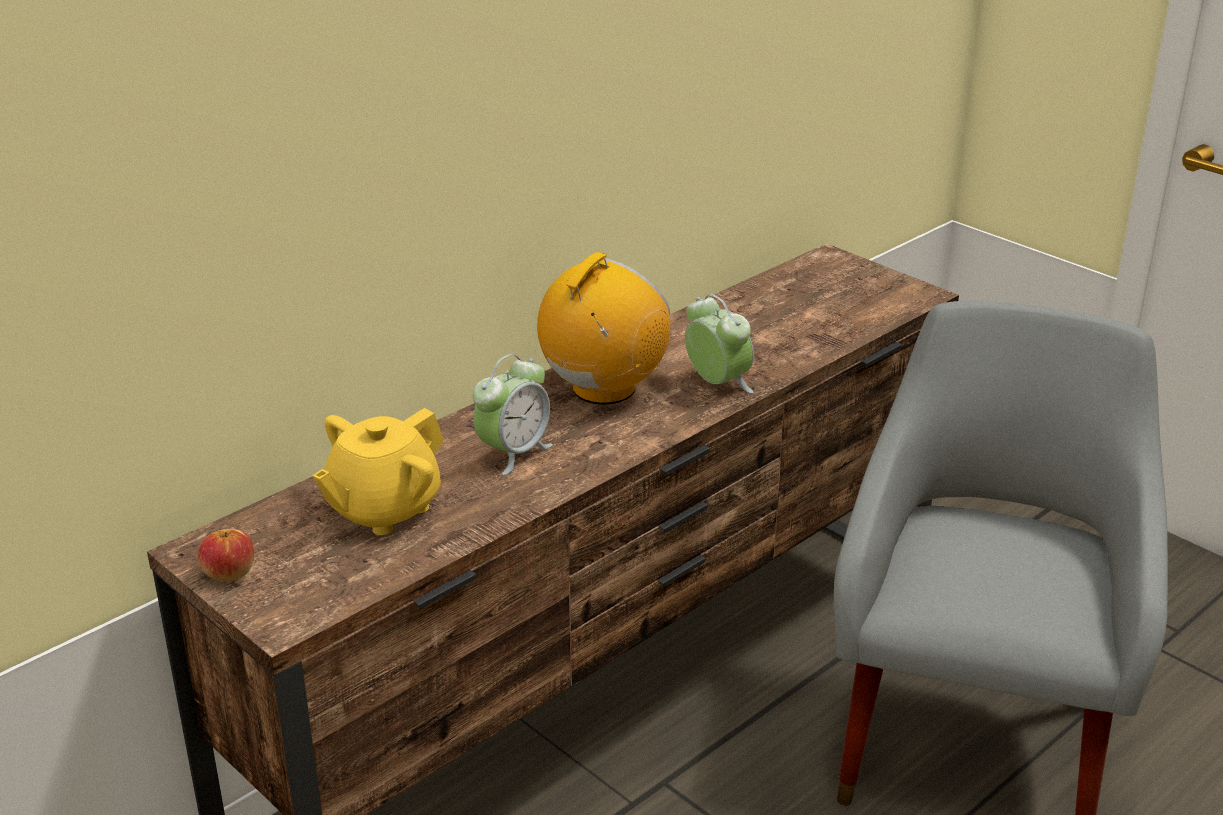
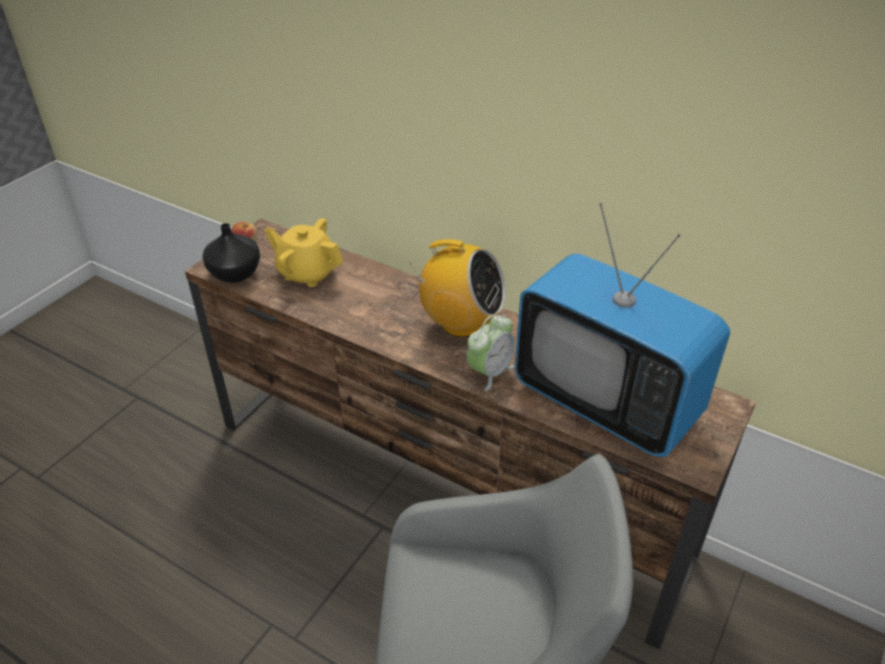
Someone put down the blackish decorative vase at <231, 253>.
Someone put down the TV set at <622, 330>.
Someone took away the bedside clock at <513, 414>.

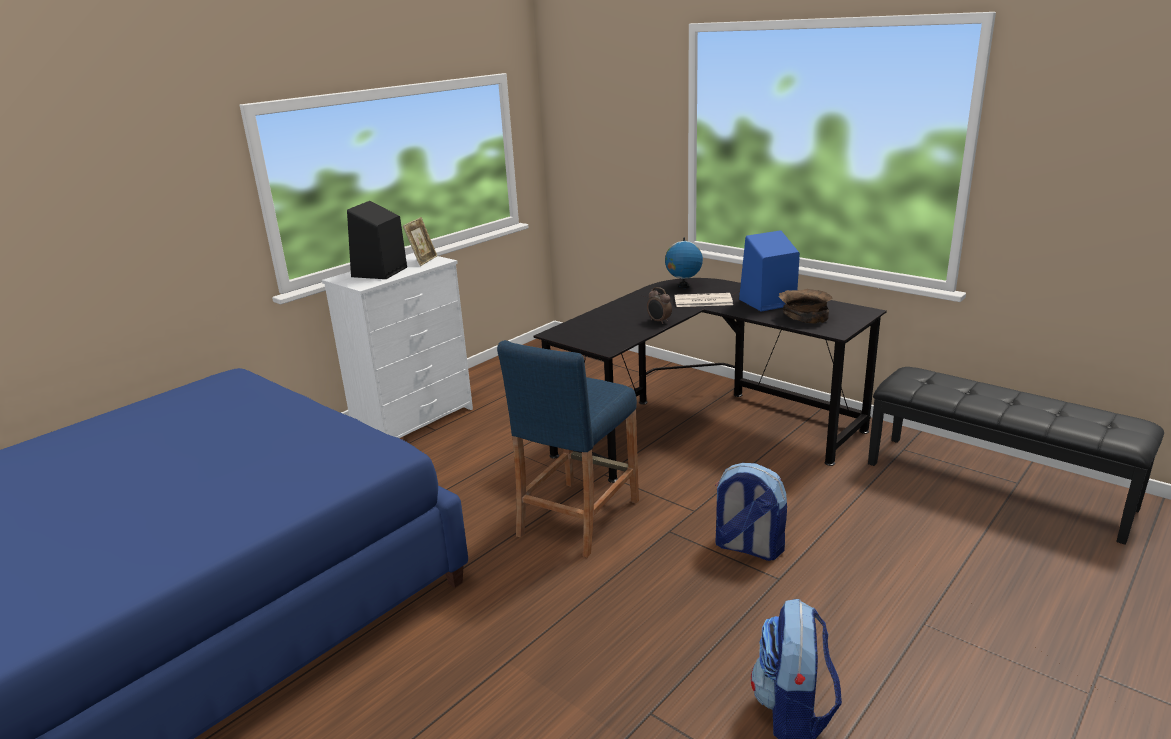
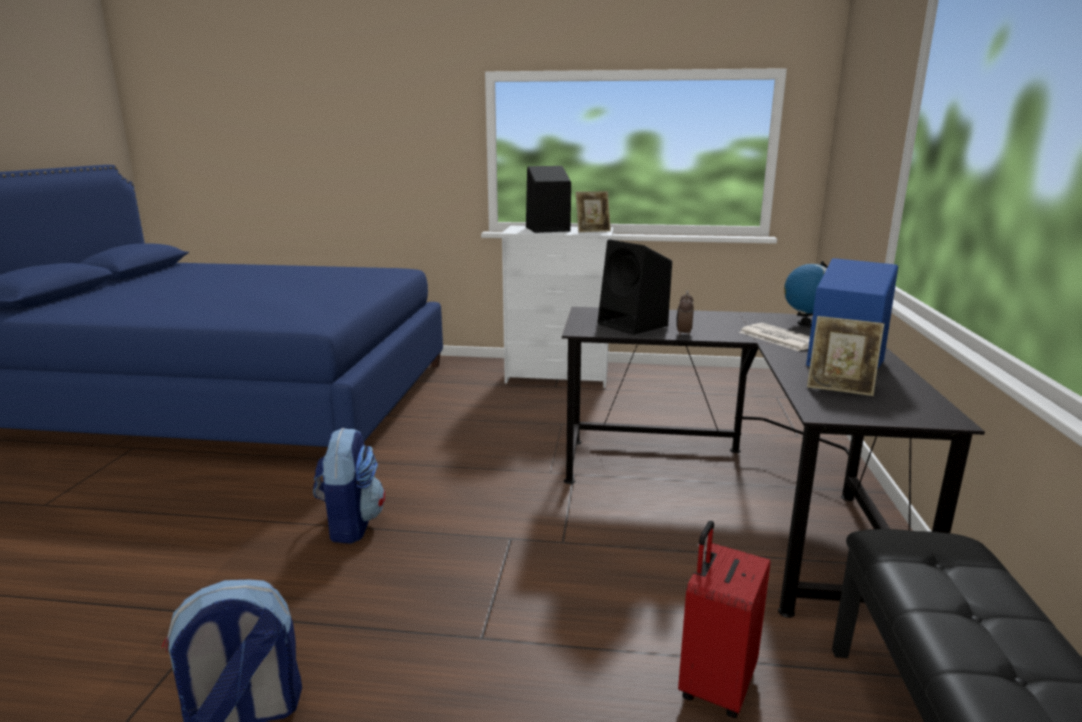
Someone carried the backpack from <751, 512> to <349, 486>.
Someone put down the blackish loudspeaker at <634, 287>.
Someone put down the reddish suitcase at <724, 619>.
Someone swapped the brown-coloured deep dish at <805, 306> for the photo frame at <845, 356>.
Someone took away the blue-coloured stool seat at <568, 449>.

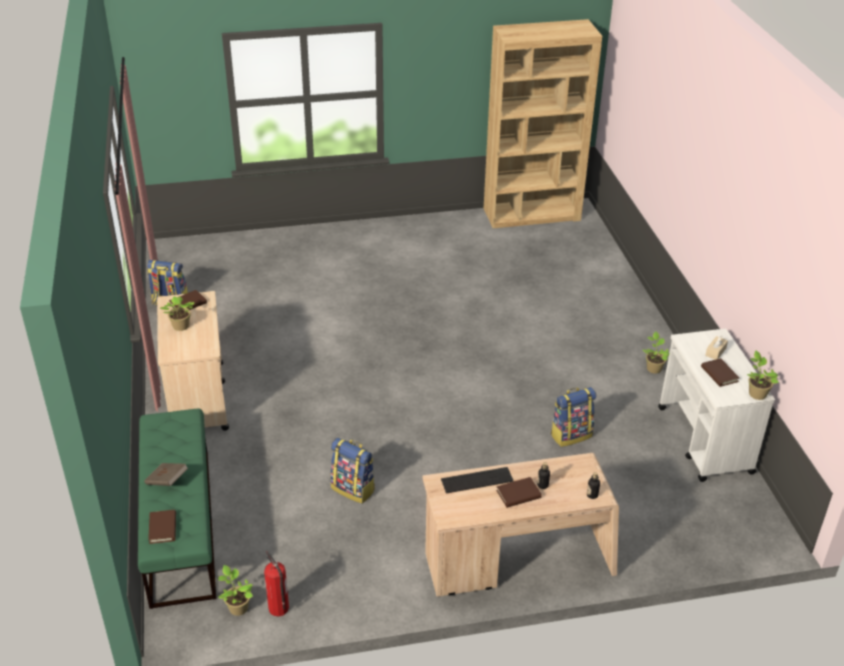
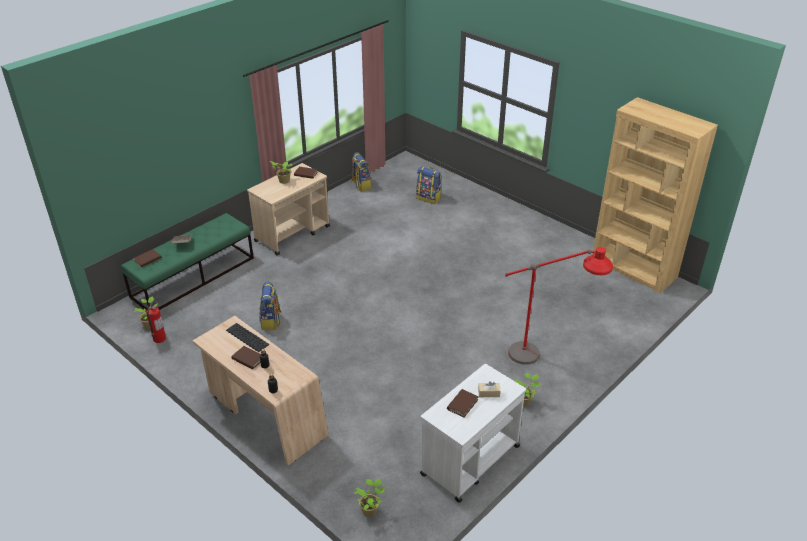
Someone carried the houseplant from <763, 375> to <369, 498>.
Someone carried the backpack from <573, 417> to <428, 185>.
Someone put down the reddish standard lamp at <559, 306>.

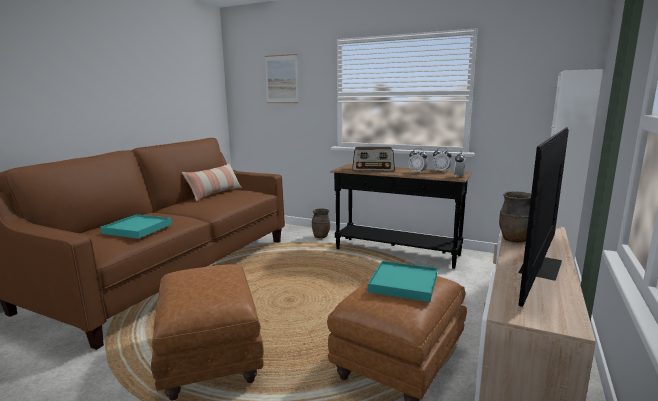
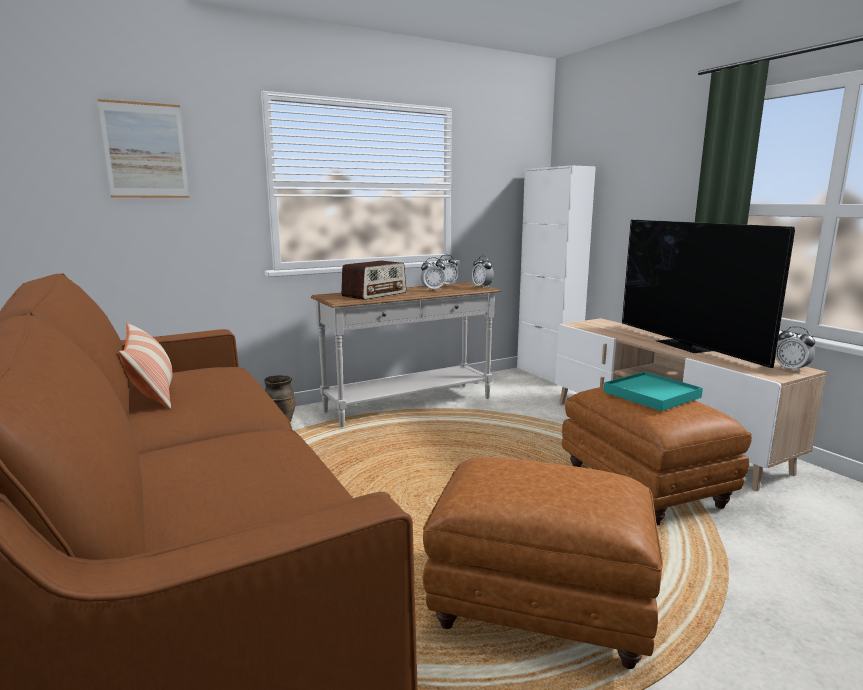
Someone repainted the blackish console table at <401, 216>, which became the white console table at <406, 354>.
Someone put down the bedside clock at <795, 349>.
Someone took away the blue-green carrying tray at <136, 226>.
Someone took away the brown-coloured decorative vase at <515, 216>.

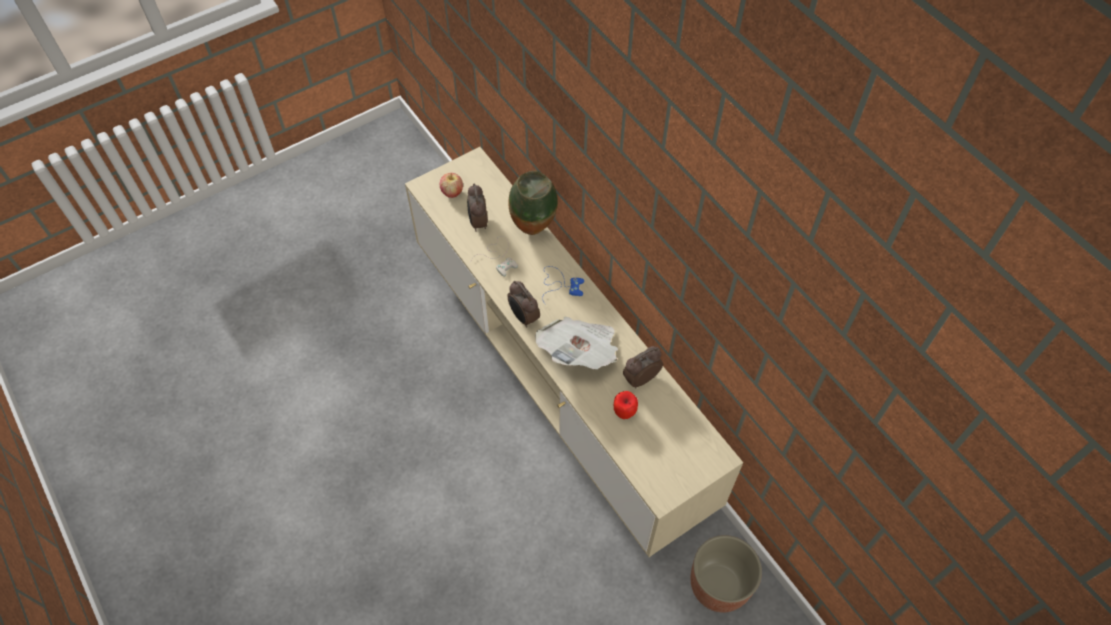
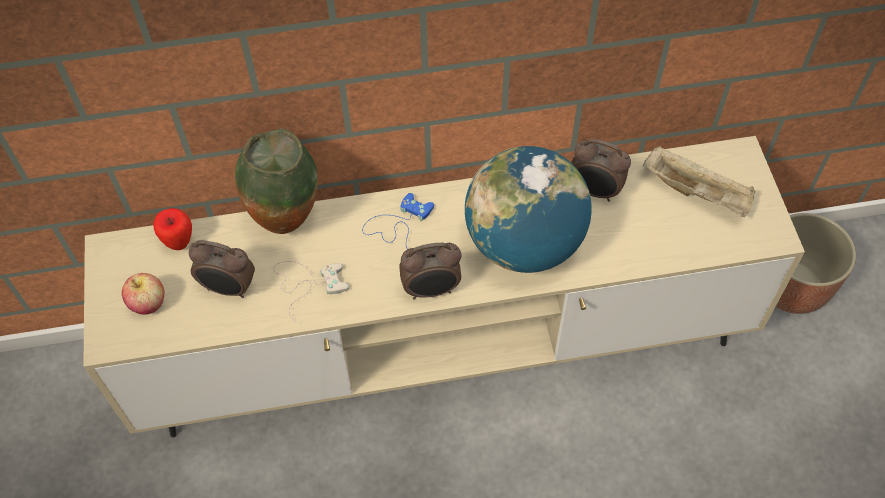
Someone carried the apple fruit from <626, 405> to <172, 229>.
Someone swapped the newspaper at <576, 342> for the world globe at <528, 209>.
Someone rotated the bedside clock at <643, 367> by 60 degrees counterclockwise.
Someone put down the beige-coloured carrying tray at <699, 181>.

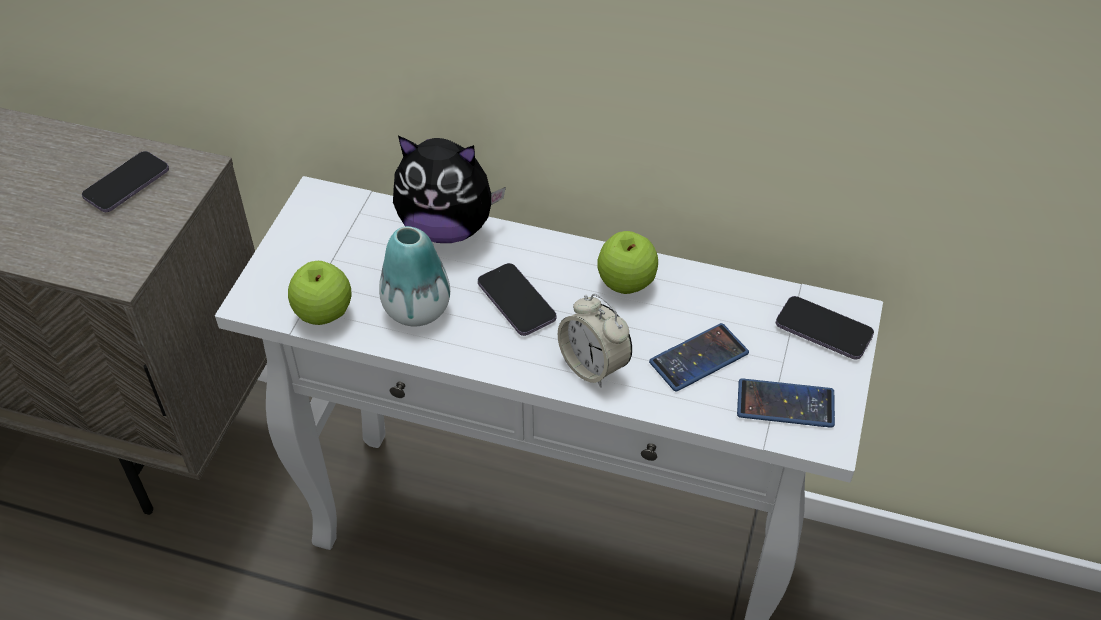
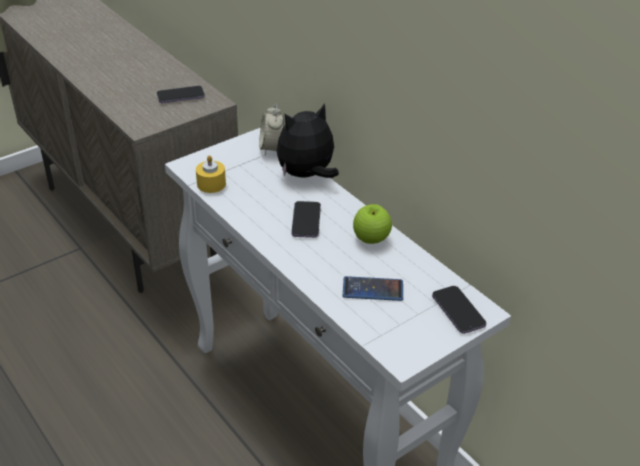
Someone swapped the apple fruit at <319, 293> for the yellowish wax candle at <211, 174>.
Someone carried the bedside clock from <595, 340> to <271, 130>.
Someone rotated the soft toy at <449, 189> by 105 degrees clockwise.
Someone took away the decorative vase at <414, 276>.
Someone took away the handset at <786, 403>.

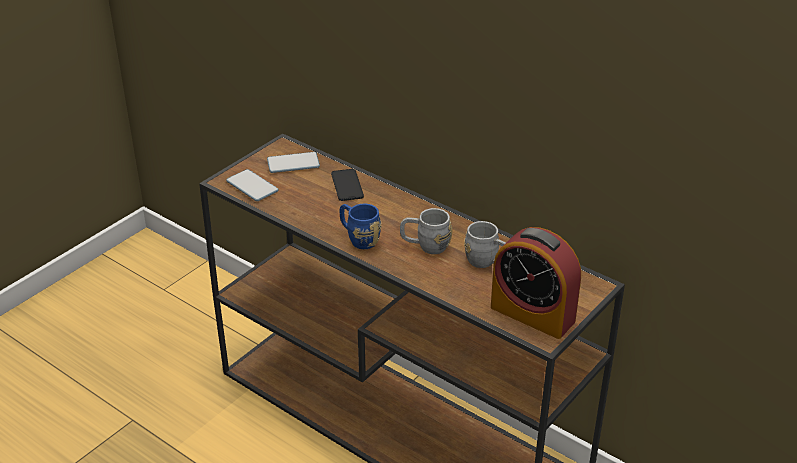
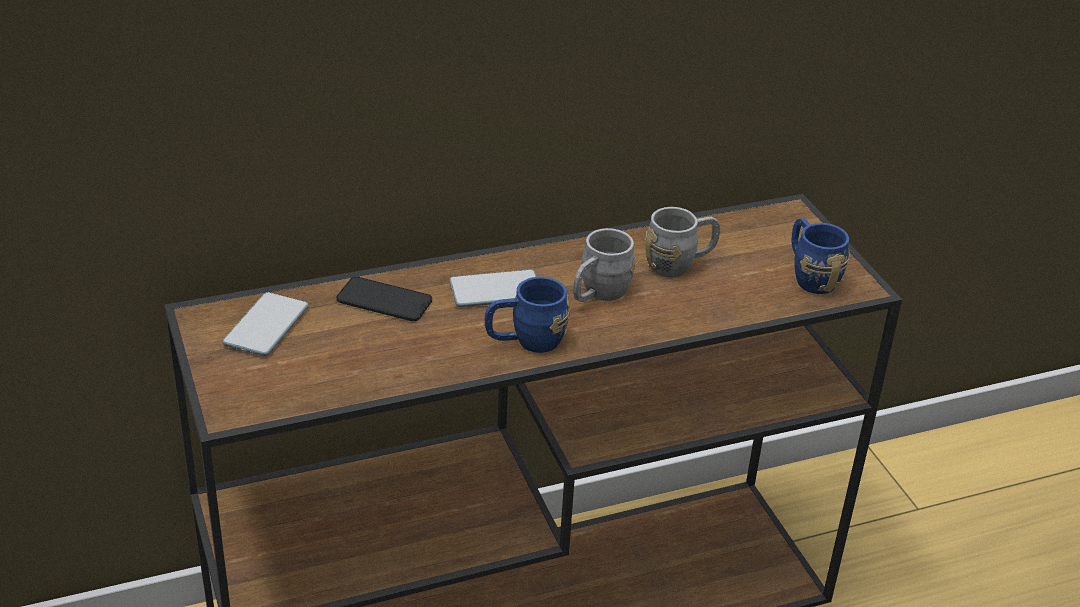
Someone carried the handset from <252, 185> to <493, 288>.
Someone swapped the bedside clock at <536, 283> for the blue-coloured mug at <821, 256>.

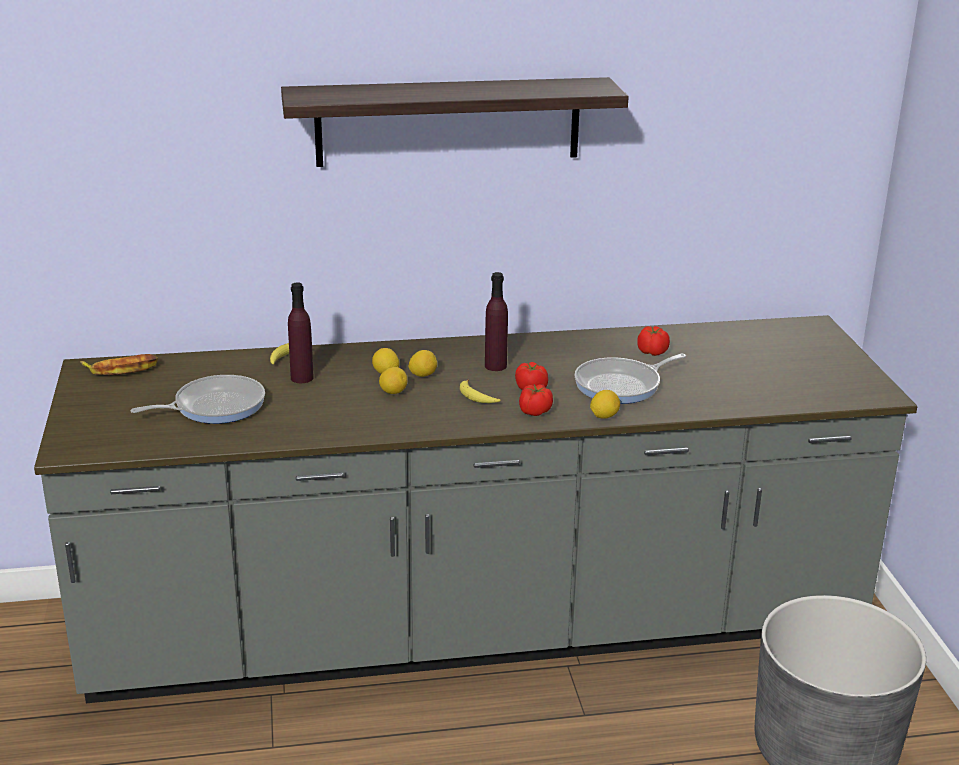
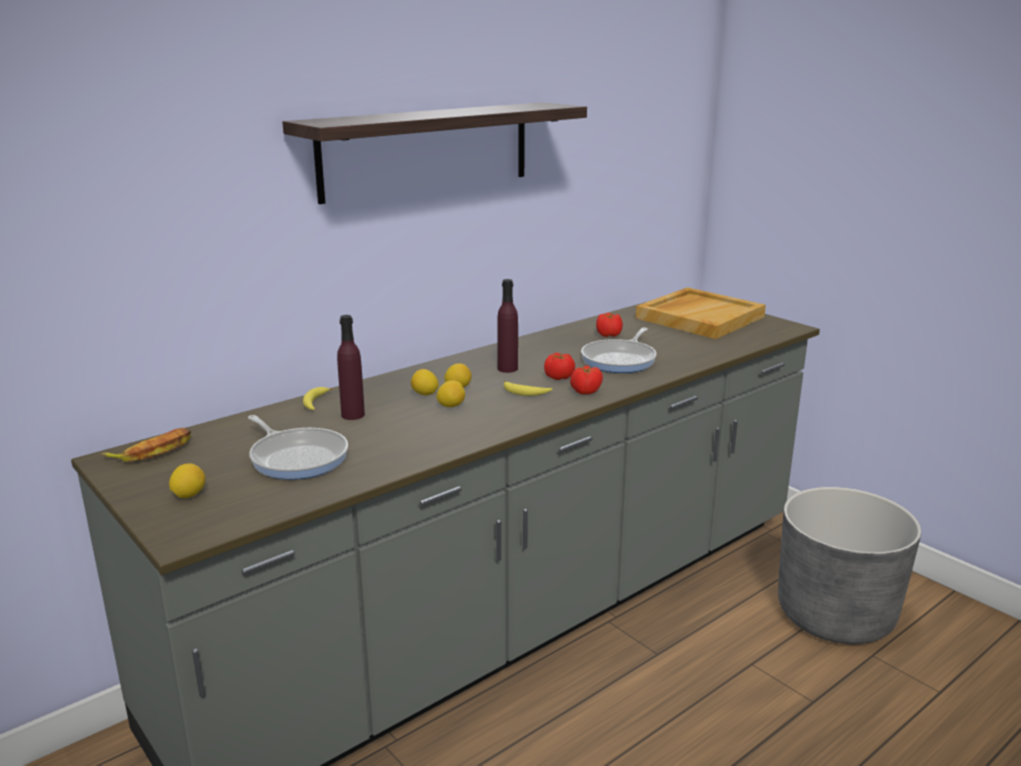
Someone carried the whole lemon from <605, 404> to <187, 480>.
Someone rotated the pan at <198, 399> by 105 degrees clockwise.
Someone put down the beige-coloured carrying tray at <701, 313>.

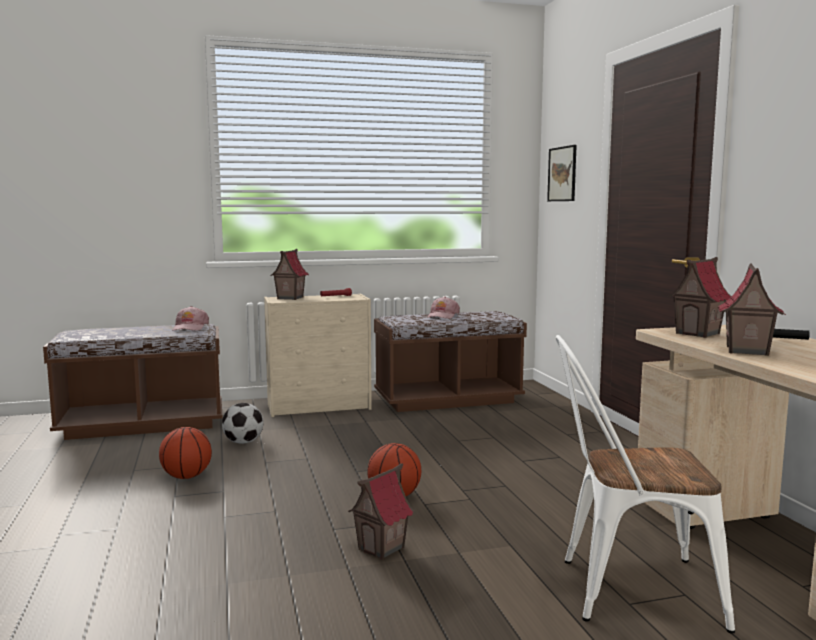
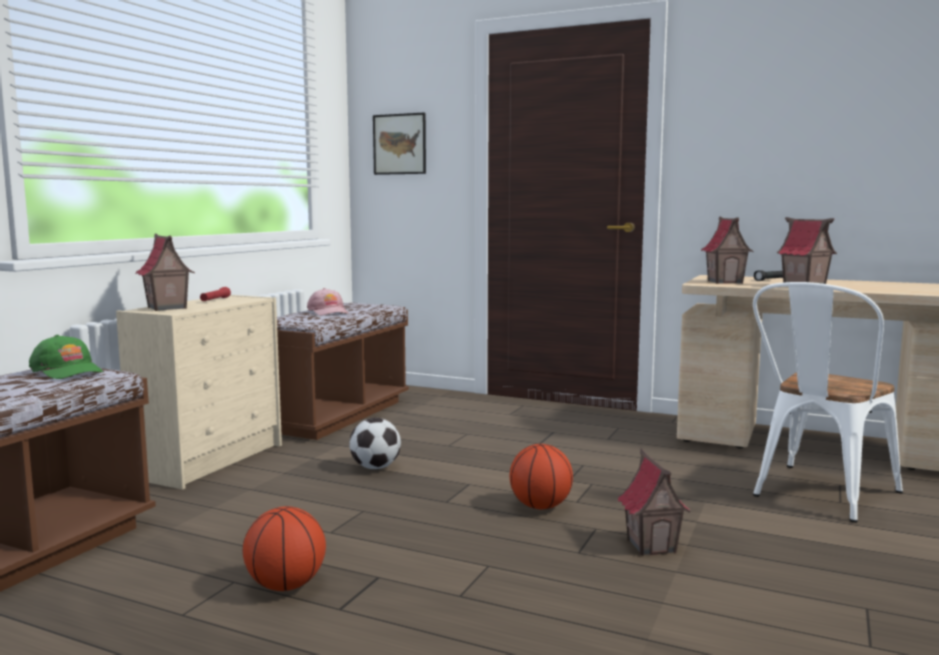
Someone repainted the pinkish cap at <191, 318>, which became the greenish cap at <66, 357>.
Someone carried the football ball from <243, 423> to <375, 443>.

